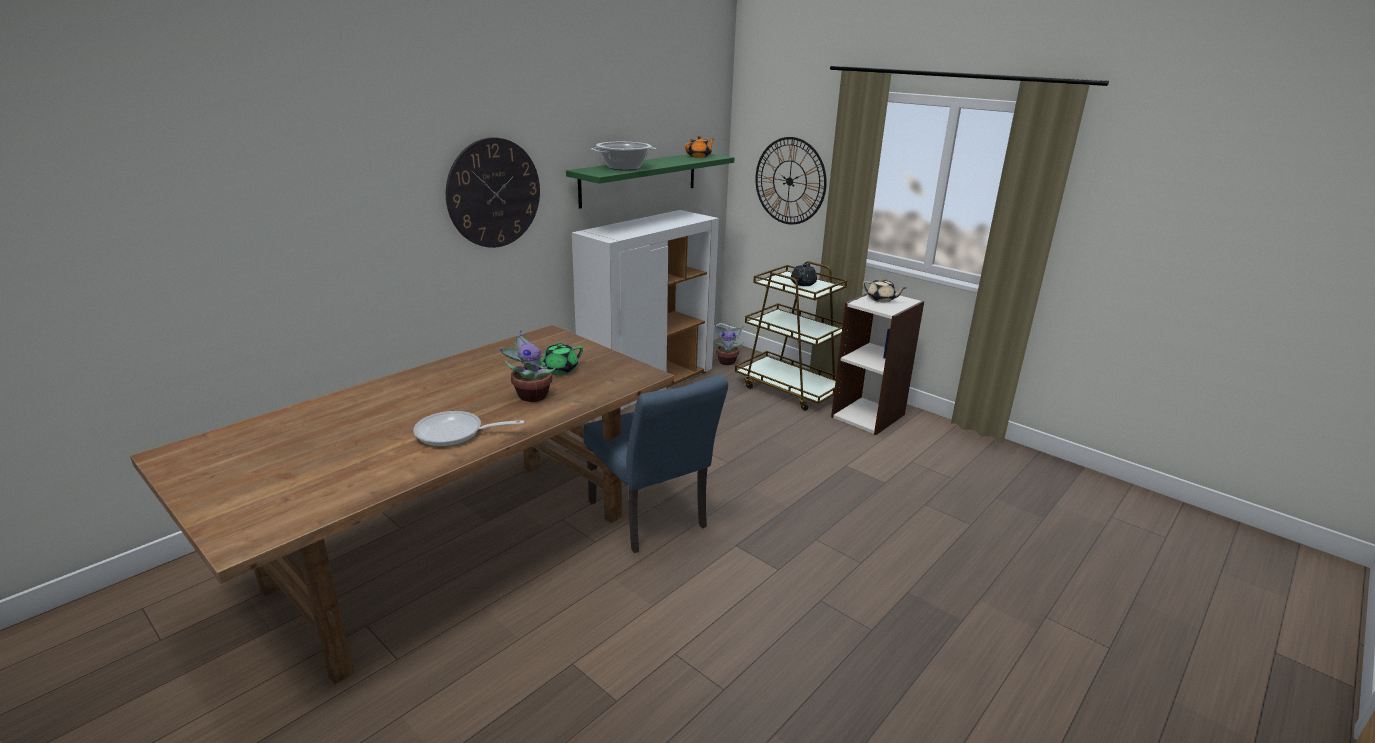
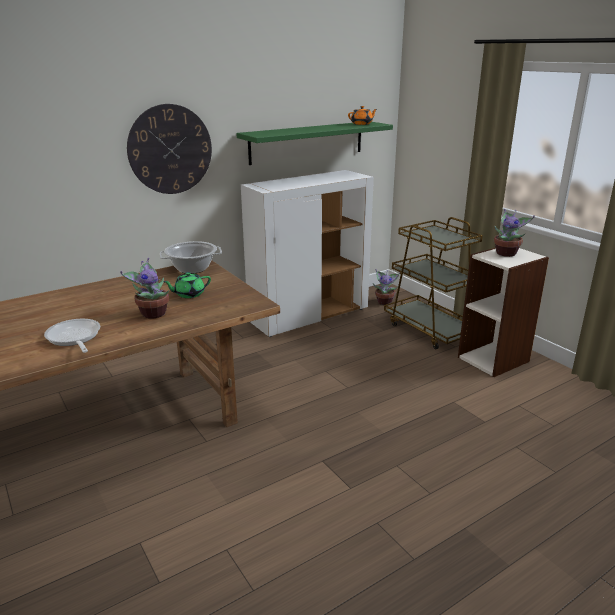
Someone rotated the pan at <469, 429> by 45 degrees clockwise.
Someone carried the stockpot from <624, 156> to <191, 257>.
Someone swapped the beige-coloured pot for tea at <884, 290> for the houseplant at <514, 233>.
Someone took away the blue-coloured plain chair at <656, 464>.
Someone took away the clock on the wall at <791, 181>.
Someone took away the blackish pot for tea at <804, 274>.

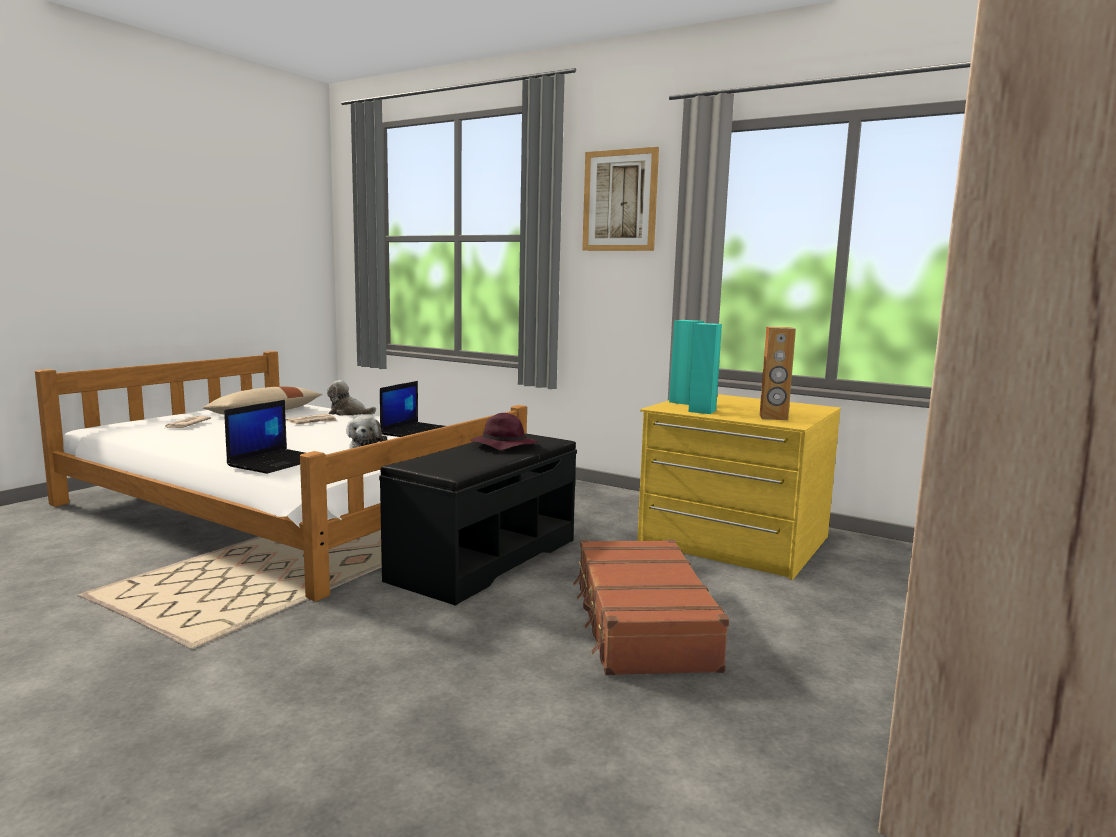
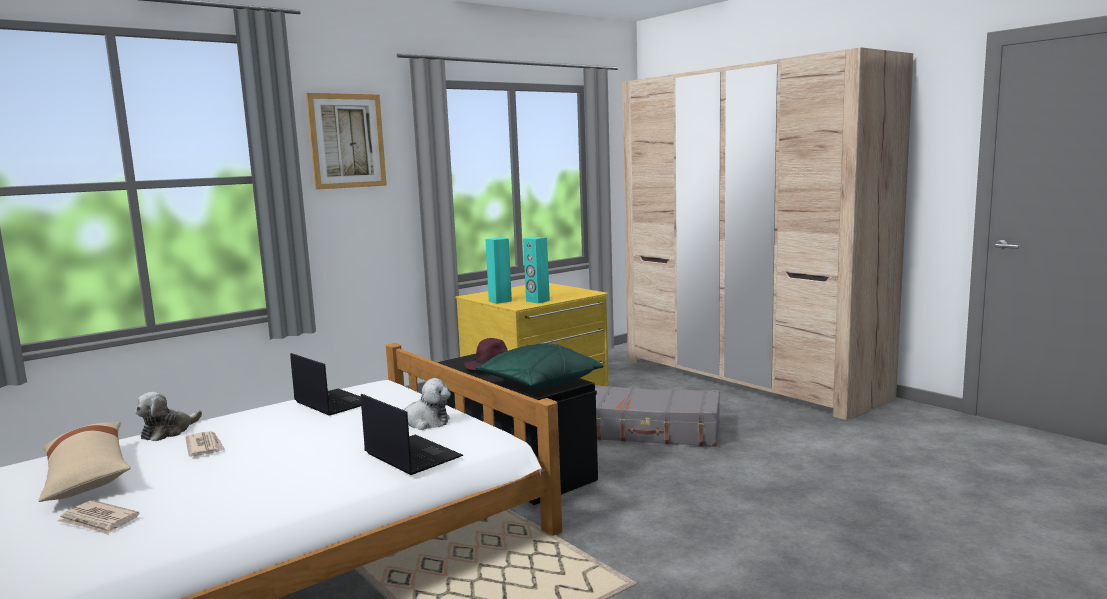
Someone put down the greenish pillow at <539, 365>.
Someone repainted the brown-coloured suitcase at <651, 607>, which became the gray suitcase at <657, 416>.
Someone took away the brown-coloured loudspeaker at <778, 373>.

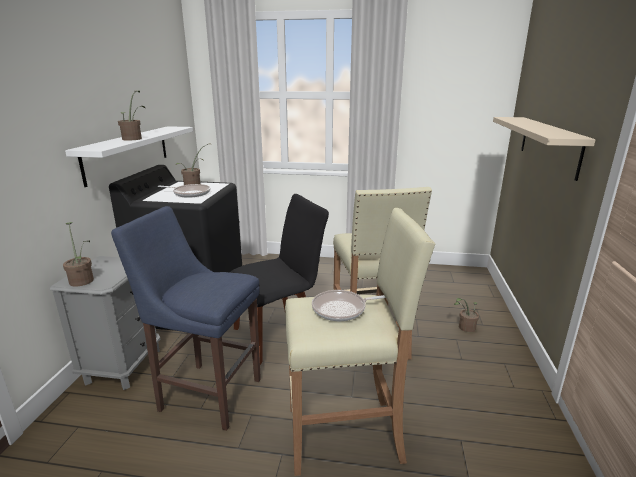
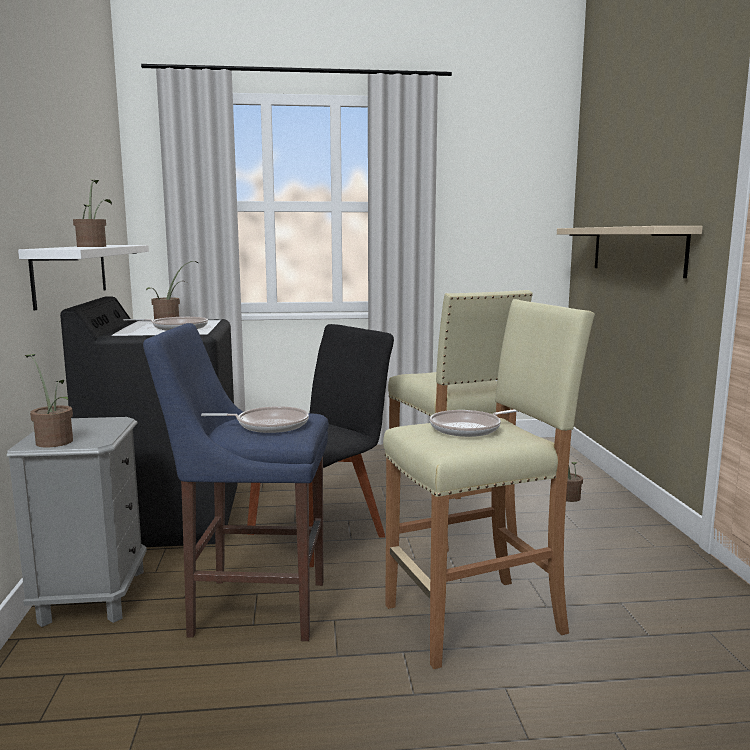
Someone put down the pan at <255, 419>.

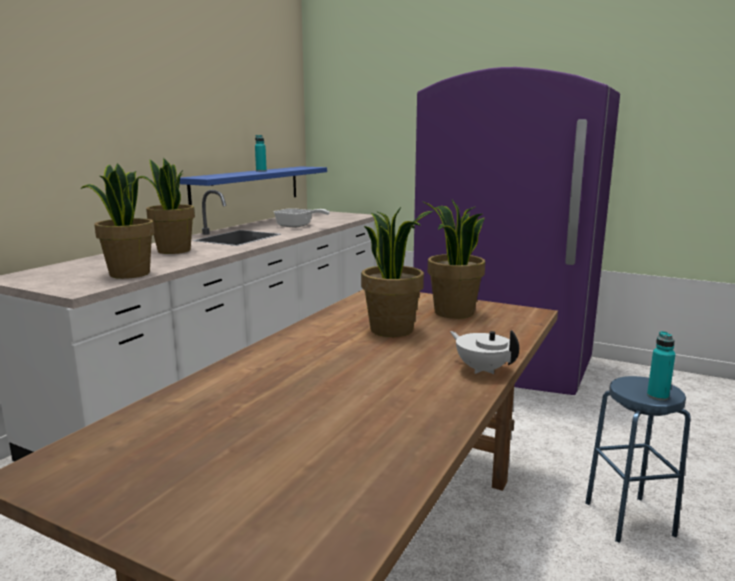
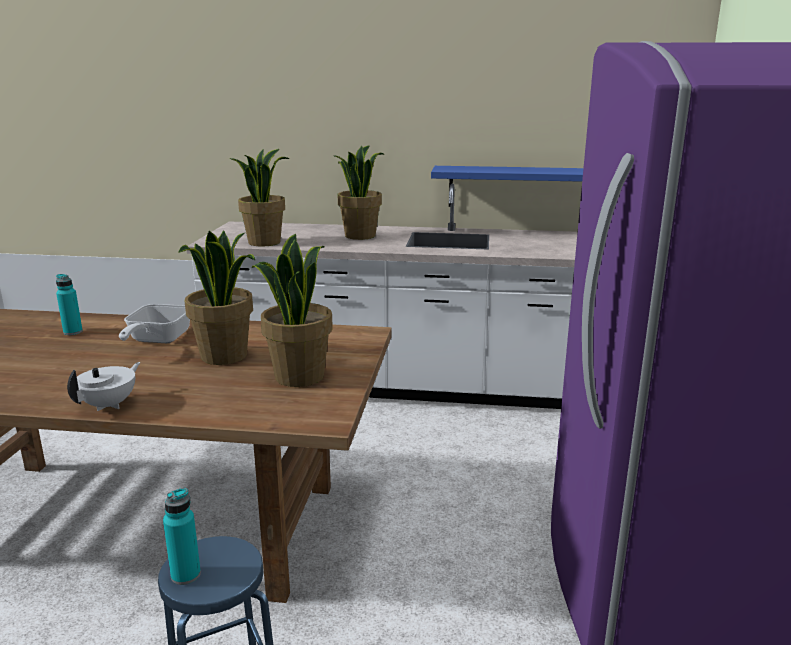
Someone carried the blue-green drink bottle from <261, 153> to <69, 304>.
Someone carried the pan from <302, 218> to <154, 323>.

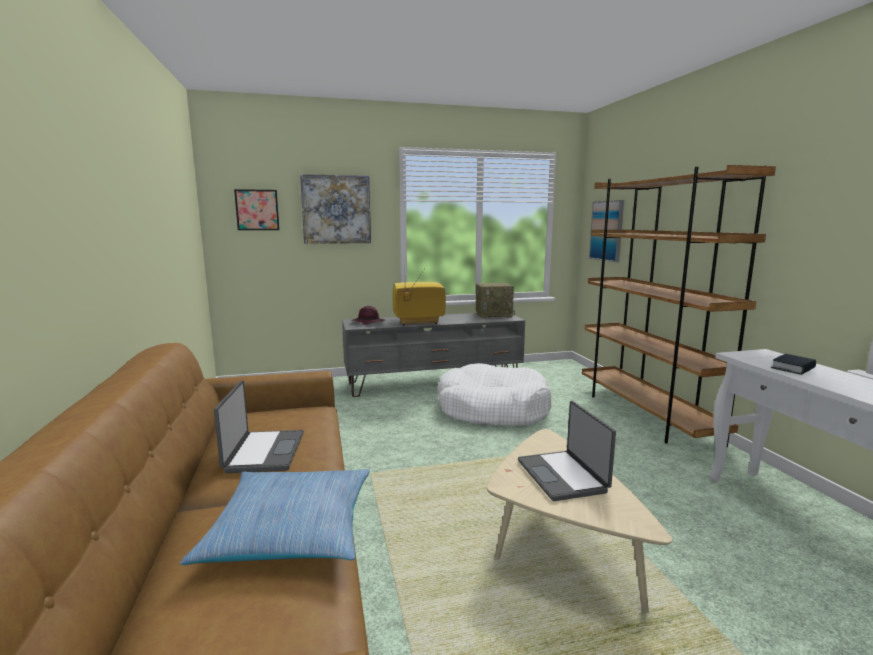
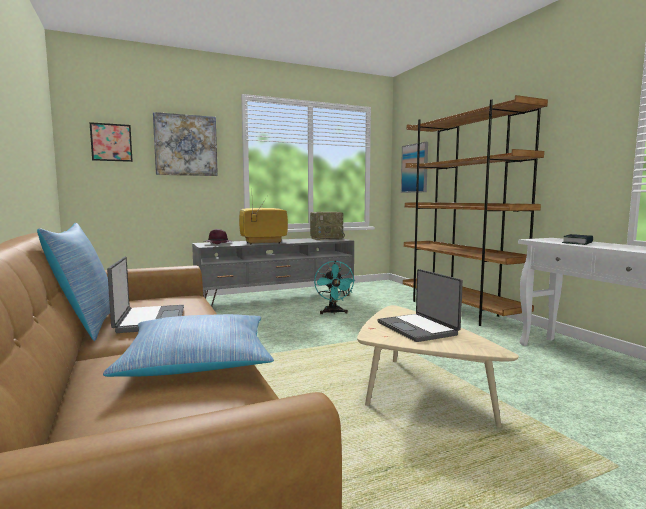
Someone put down the pillow at <73, 282>.
Someone swapped the white dog cushion at <494, 394> for the blue-green cooling fan at <335, 287>.

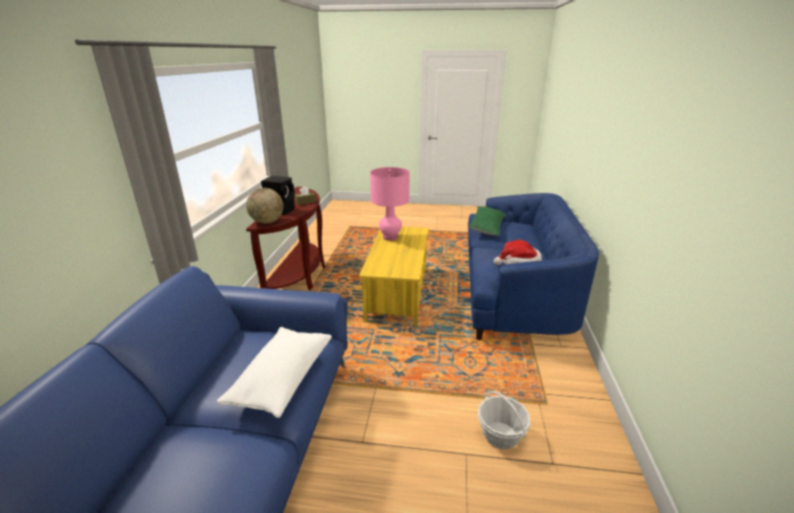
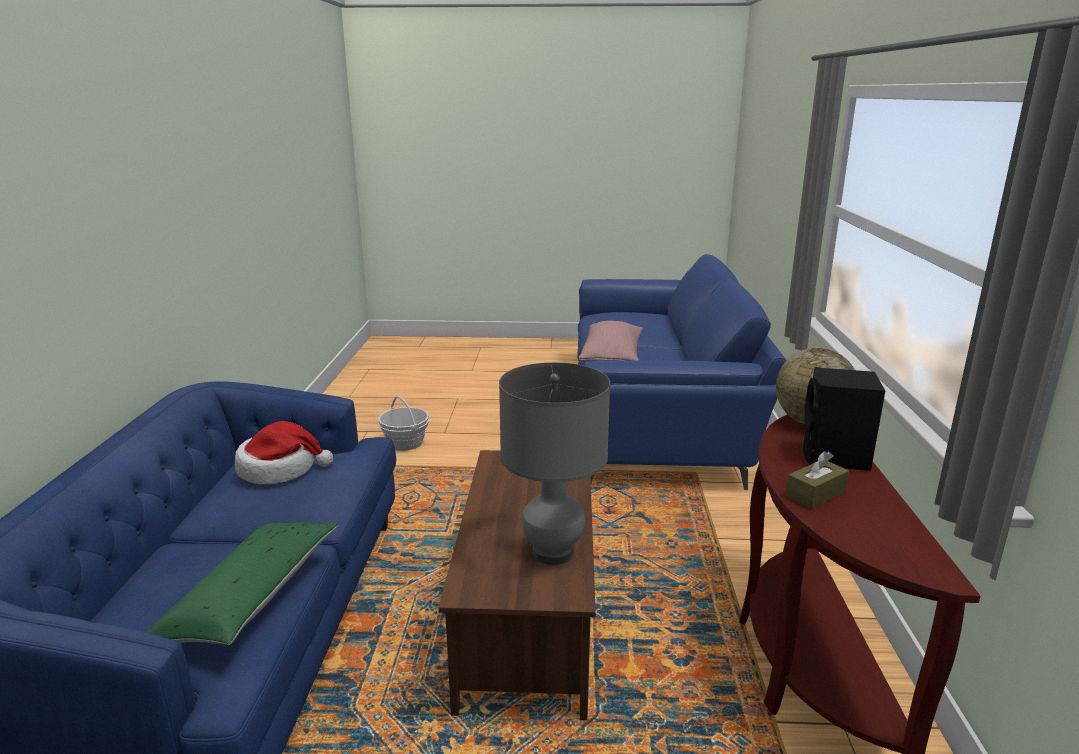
Someone repainted the yellowish low table at <394, 276>, which became the brown-coloured low table at <517, 585>.
Someone repainted the pinkish lamp for a table at <390, 204>, which became the gray lamp for a table at <554, 463>.
Someone repainted the white pillow at <274, 372>, which became the pinkish pillow at <611, 341>.

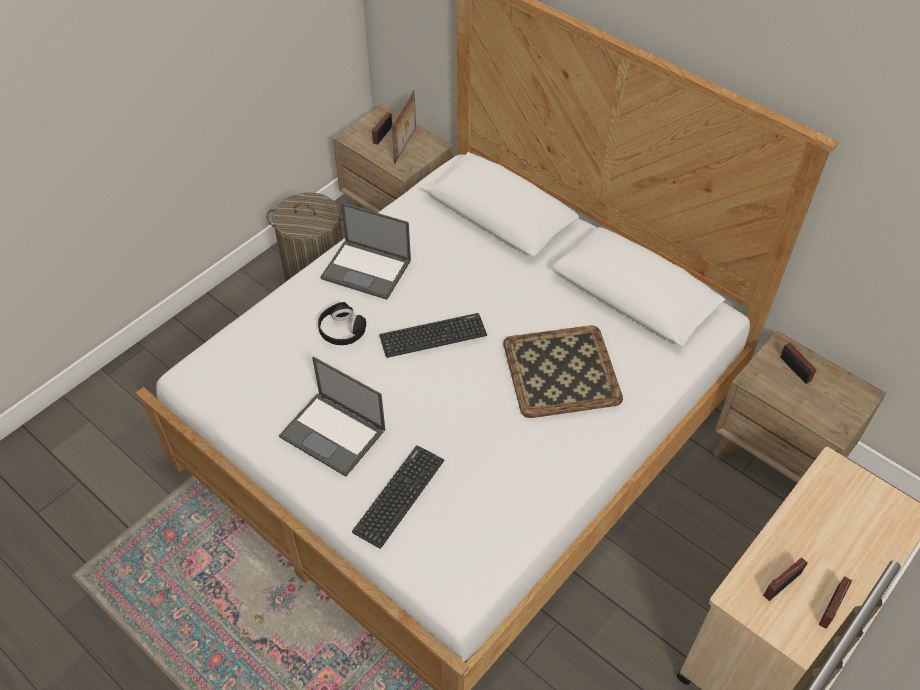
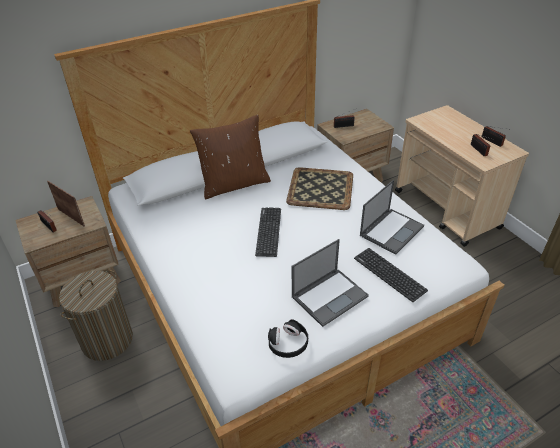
Someone put down the brown-coloured pillow at <230, 157>.
Someone carried the blackish headphones from <342, 323> to <288, 338>.
Someone carried the notebook computer from <365, 251> to <392, 217>.

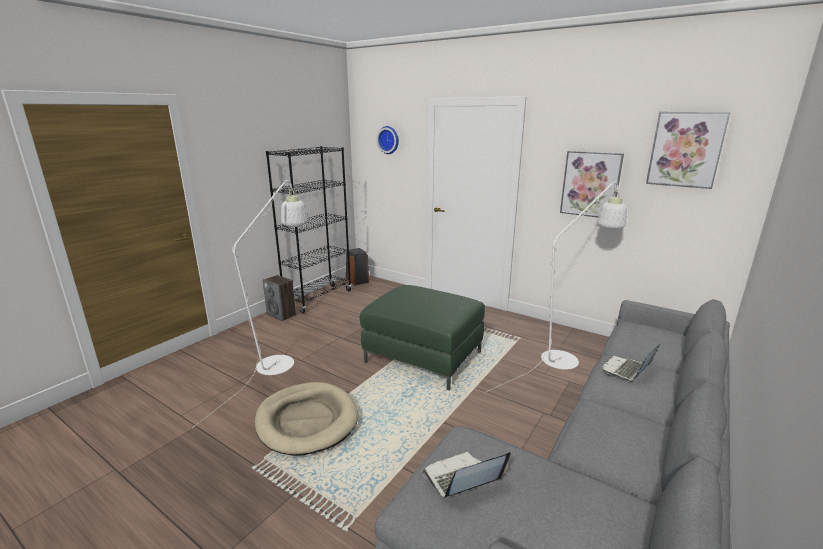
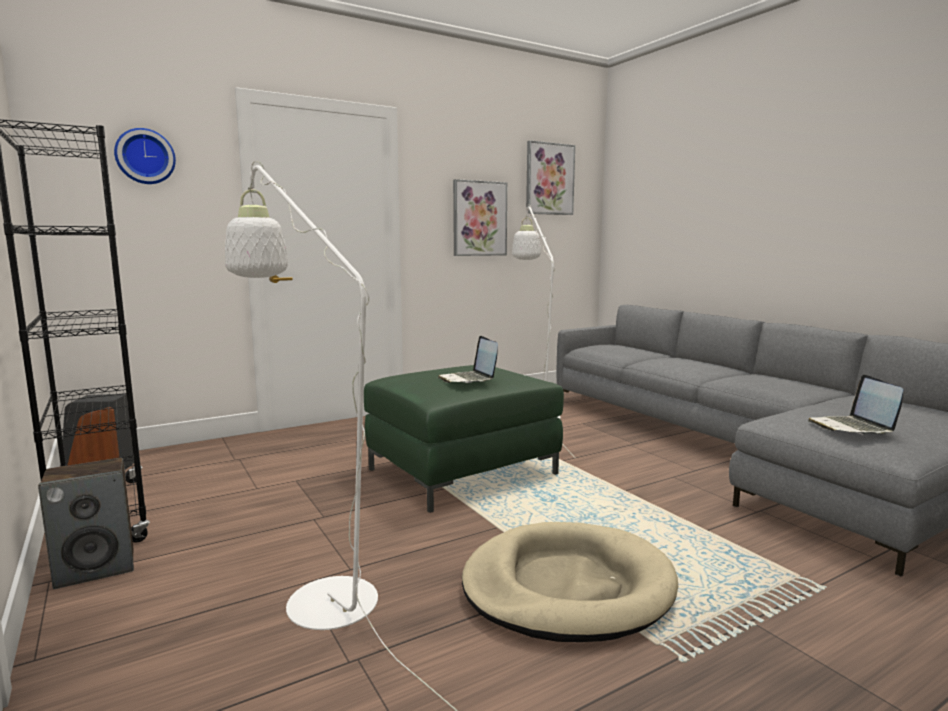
Someone carried the notebook computer from <632, 361> to <468, 359>.

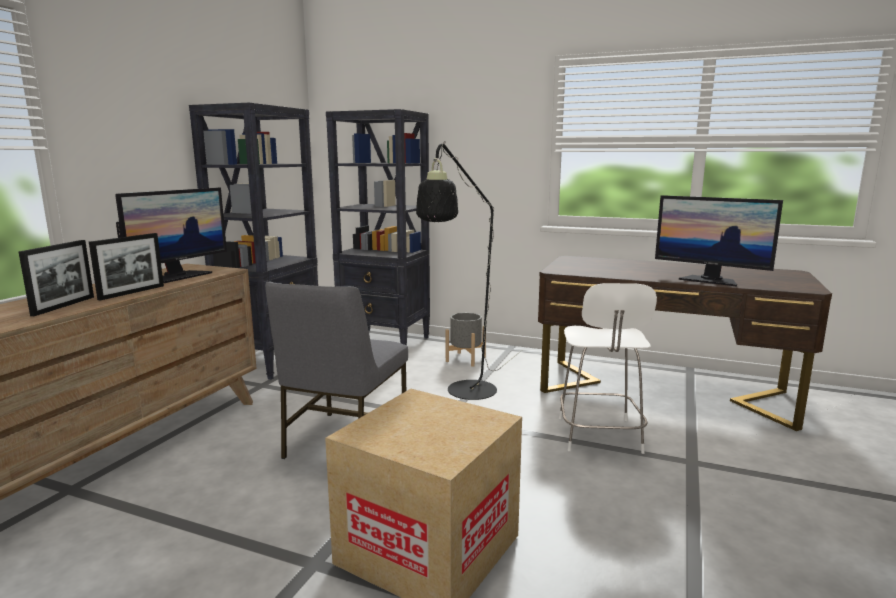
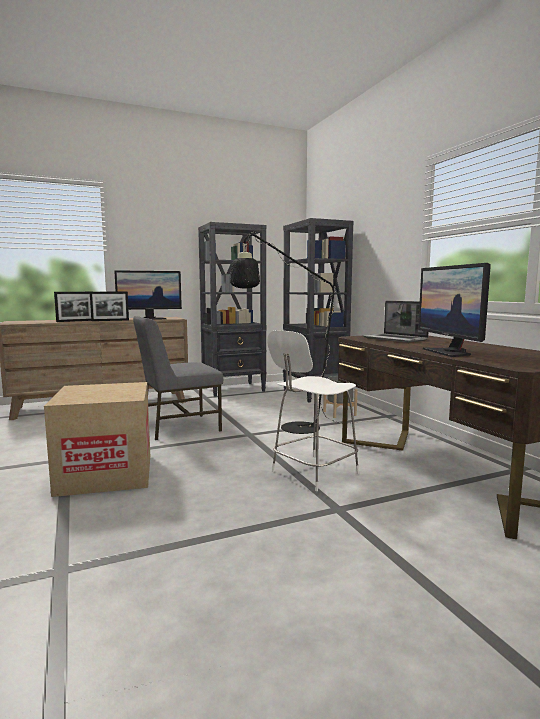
Someone put down the notebook computer at <396, 322>.

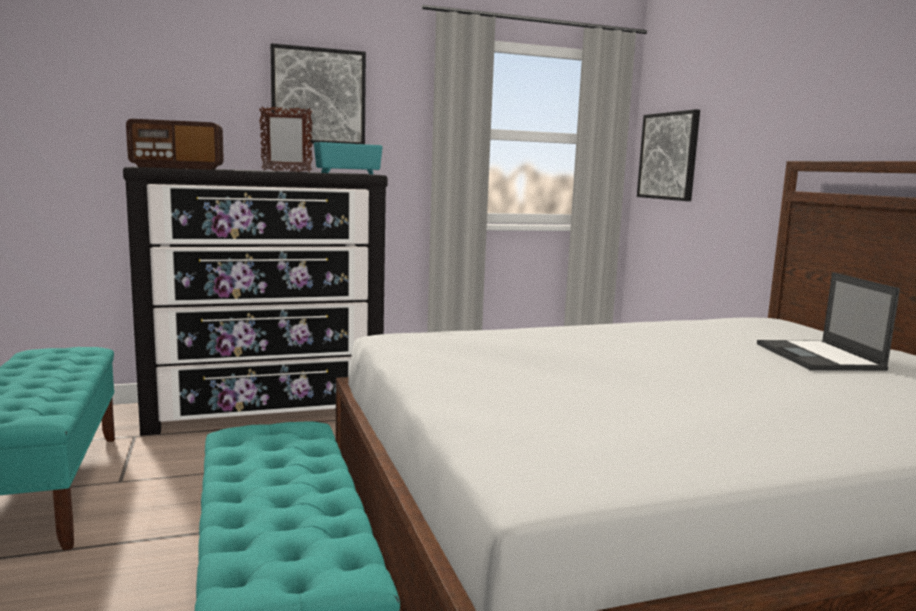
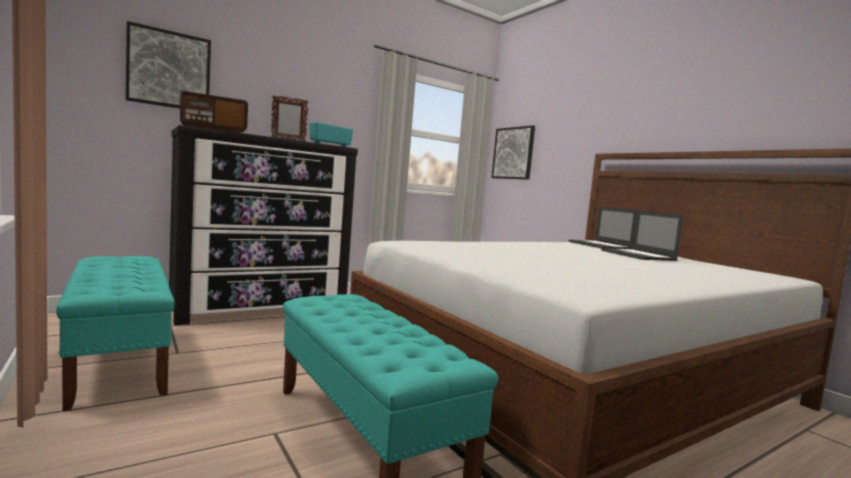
Someone carried the picture from <318, 93> to <168, 64>.
Someone put down the notebook computer at <602, 228>.

